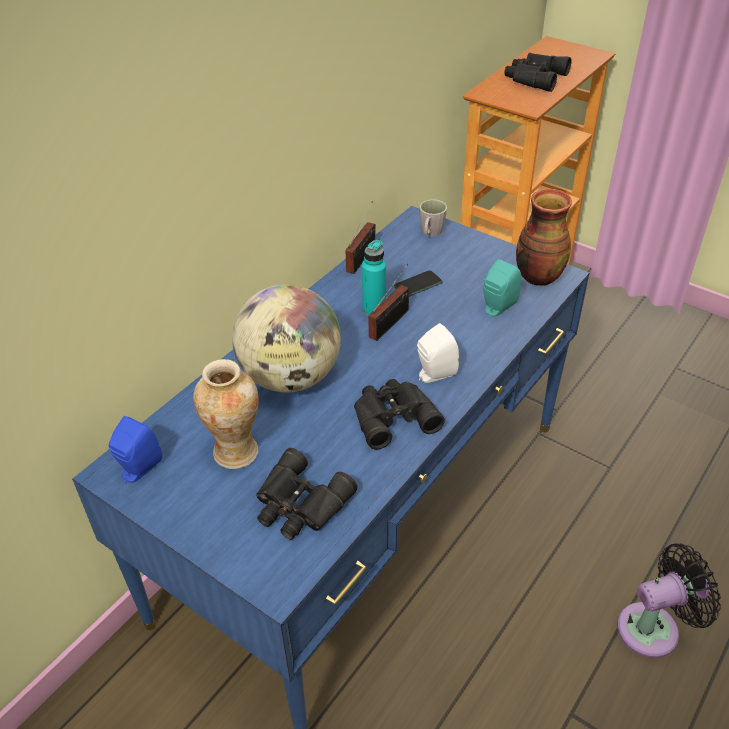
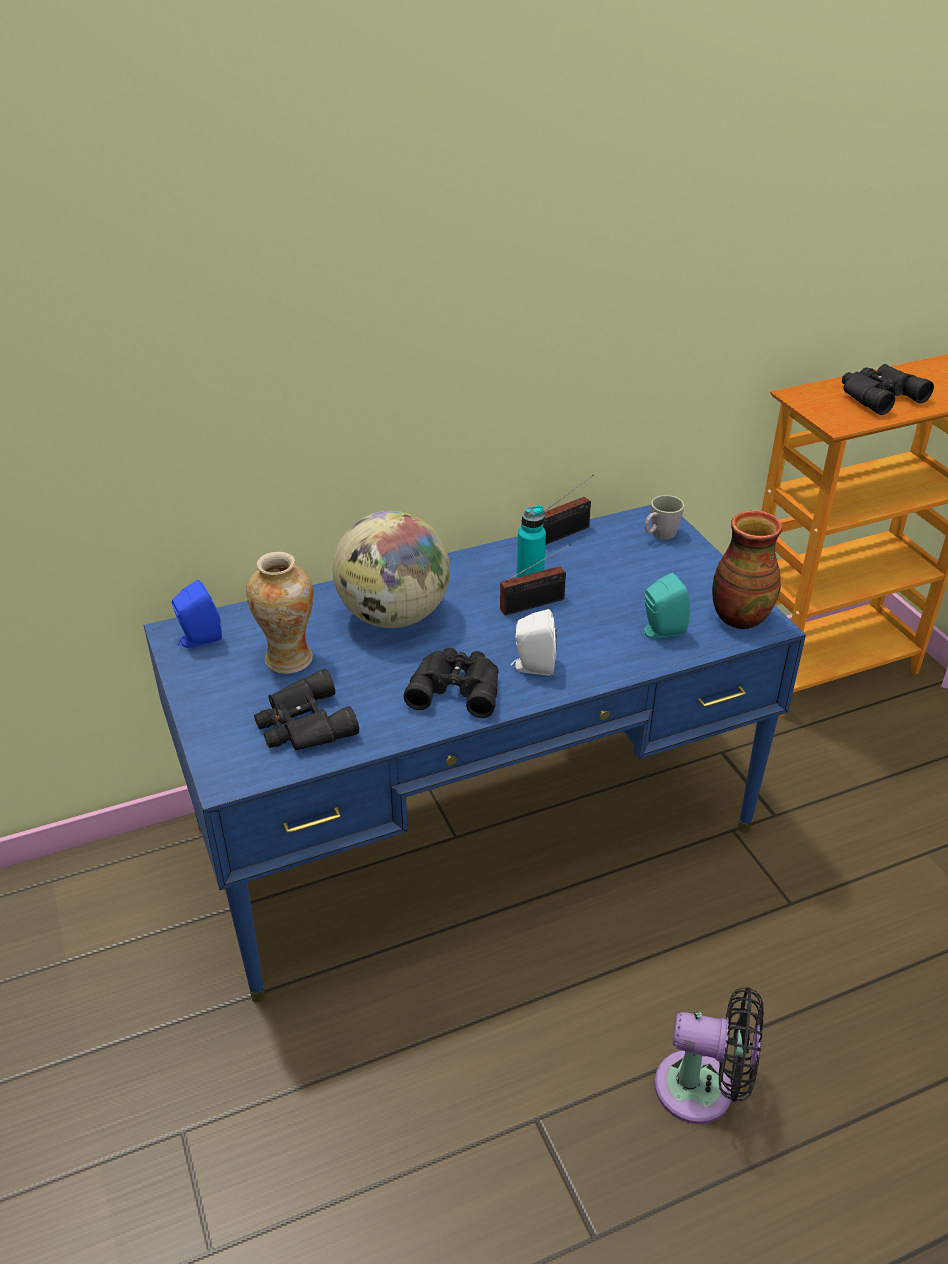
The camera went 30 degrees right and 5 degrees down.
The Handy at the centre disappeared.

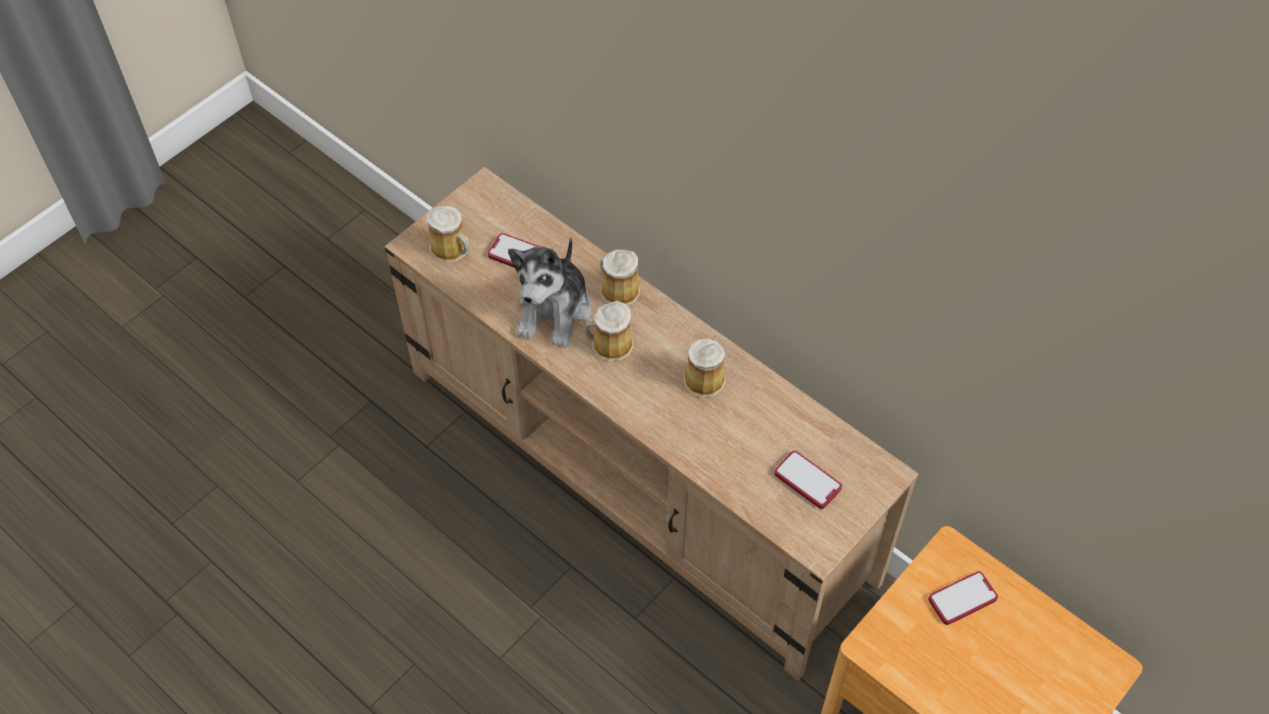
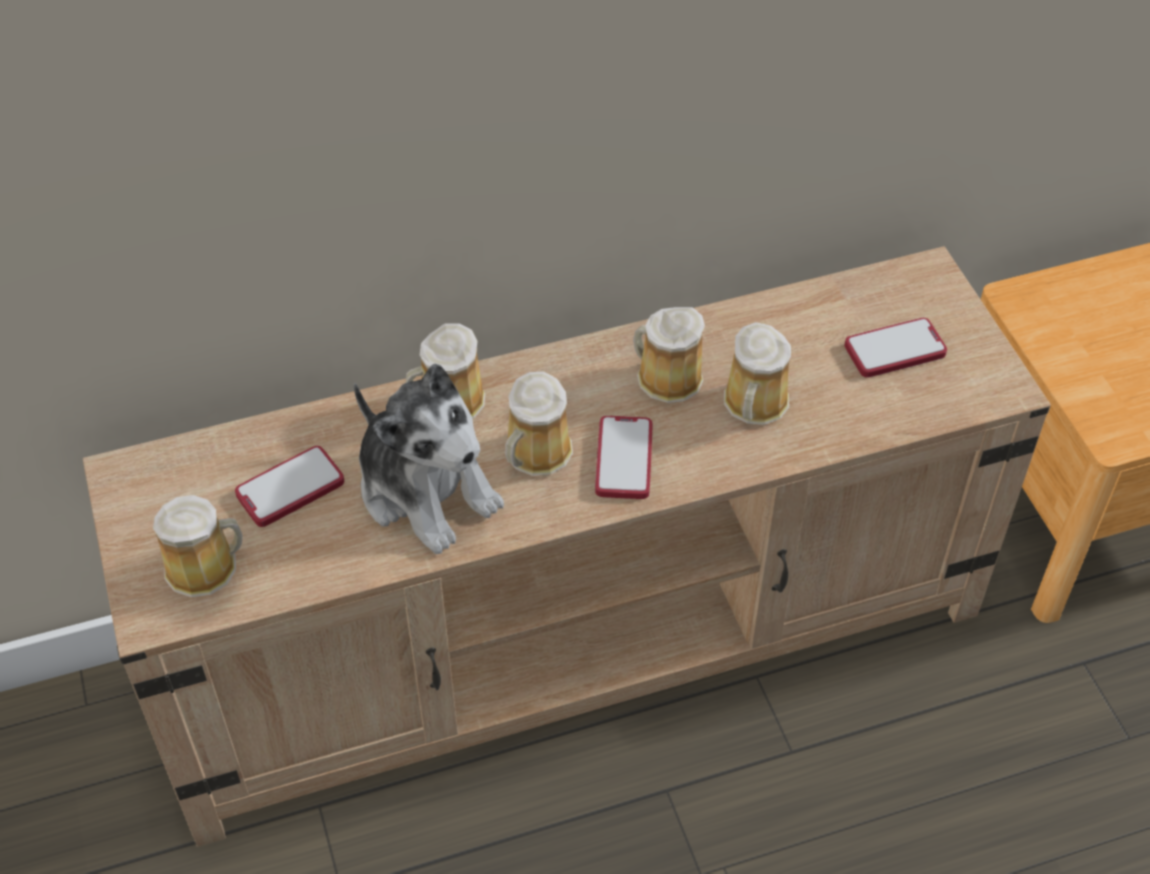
The camera went 60 degrees left and 5 degrees down.
The Handy (3rd from left in the first image) moved from the bottom right to the centre.
The Henkelbecher (5th from left) at the centre appeared.

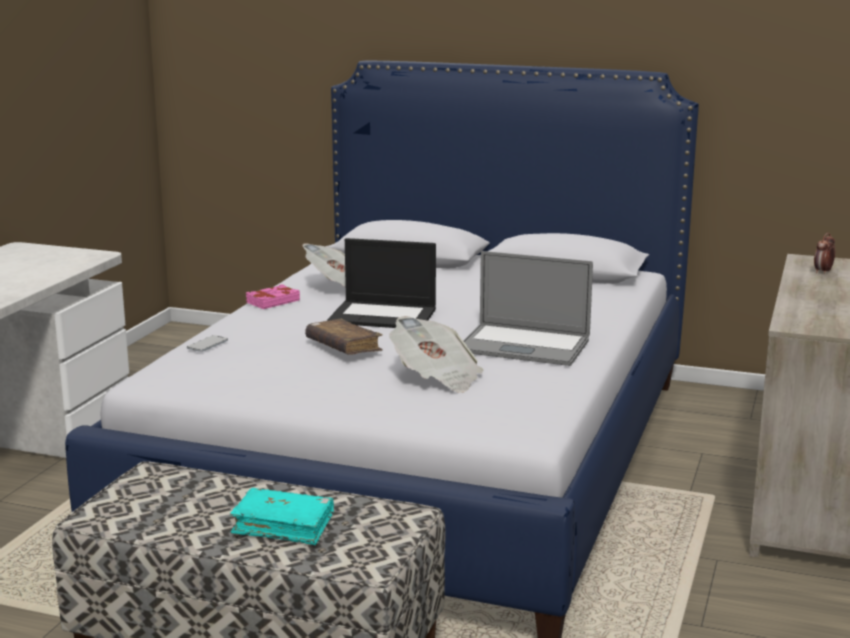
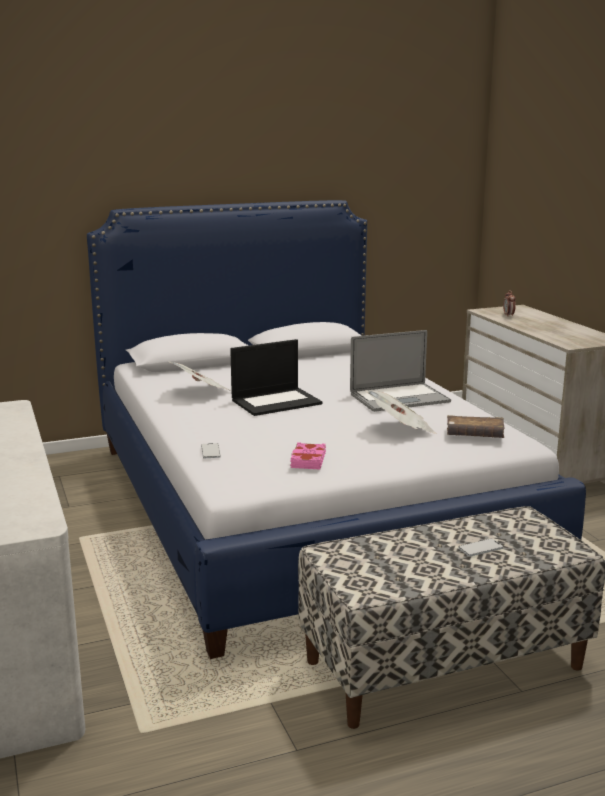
The camera went 40 degrees left and 0 degrees up.
The Buch/rosa moved from the middle left to the centre.
The Buch/braun moved from the centre to the middle right.
The Buch/türkis at the bottom left was replaced by the Handy (2nd from left) at the bottom right.

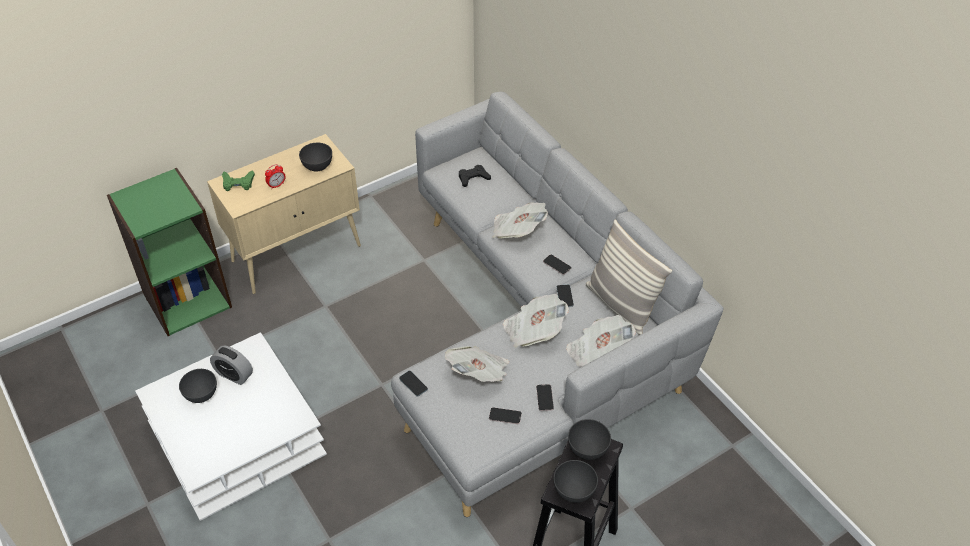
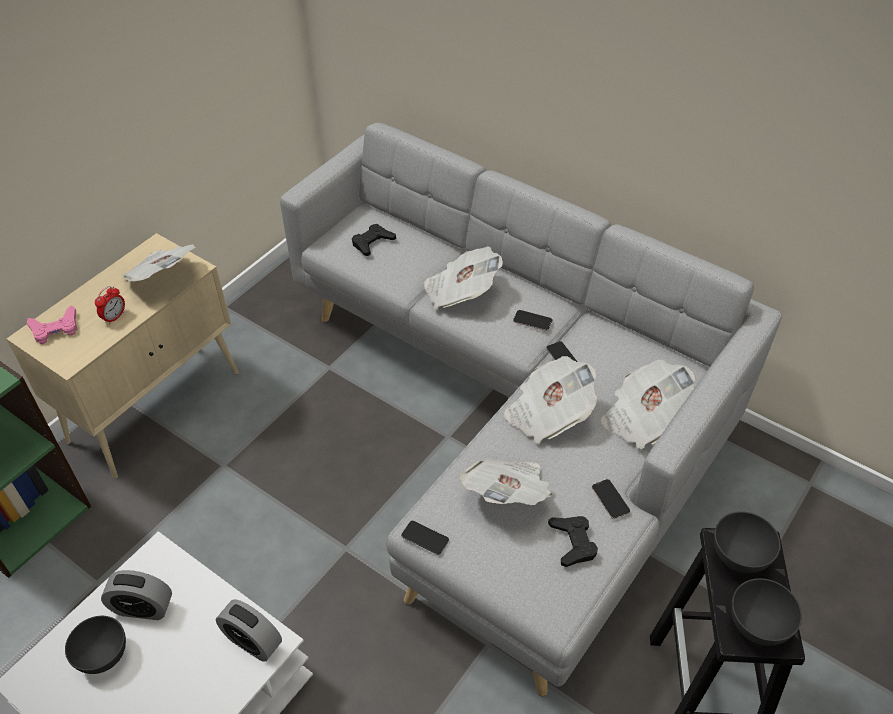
The camera went 20 degrees left and 0 degrees up.
The Gamepad/grün at the top left became the Gamepad/rosa at the middle left.
The Schüssel/grau (2nd from left) at the top left was replaced by the Zeitung (1st from left) at the middle left.
The Wecker (3rd from left) at the bottom left appeared.
The Handy (2nd from left) at the bottom centre was replaced by the Gamepad/schwarz (2nd from left) at the bottom centre.
The Kissen at the centre disappeared.

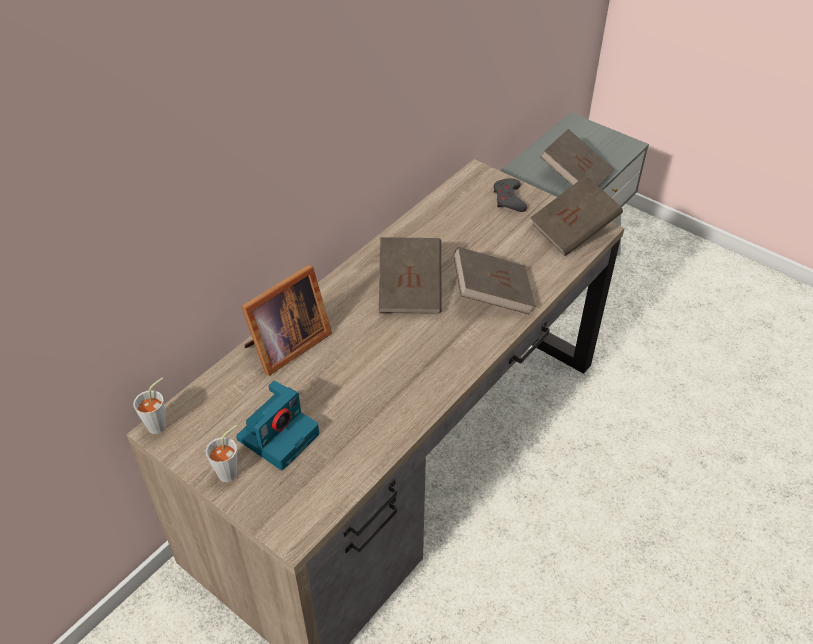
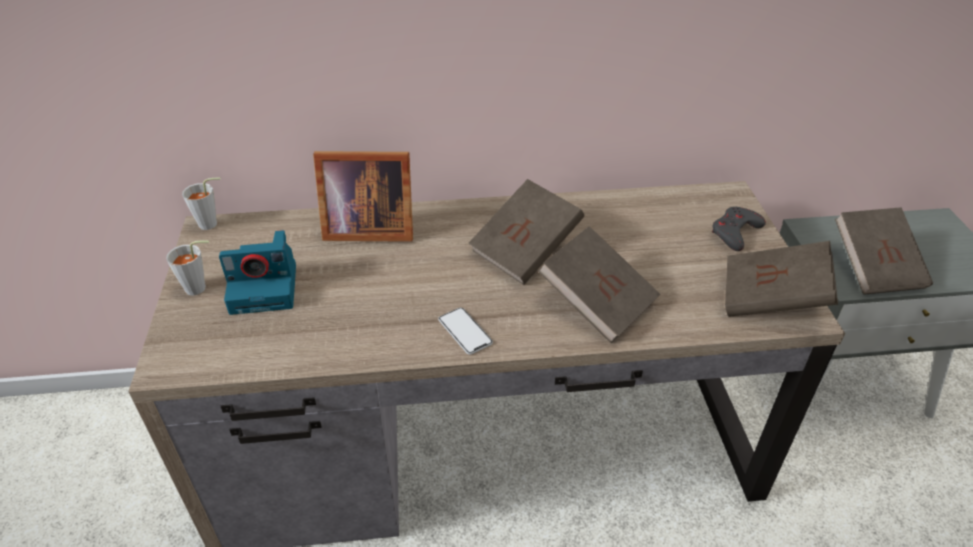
The camera went 45 degrees right and 5 degrees down.
The Handy at the centre appeared.

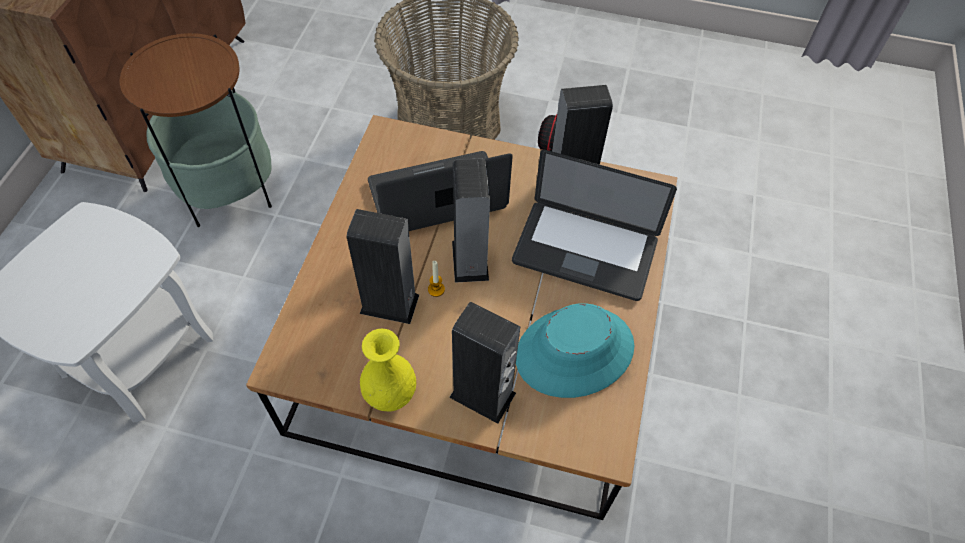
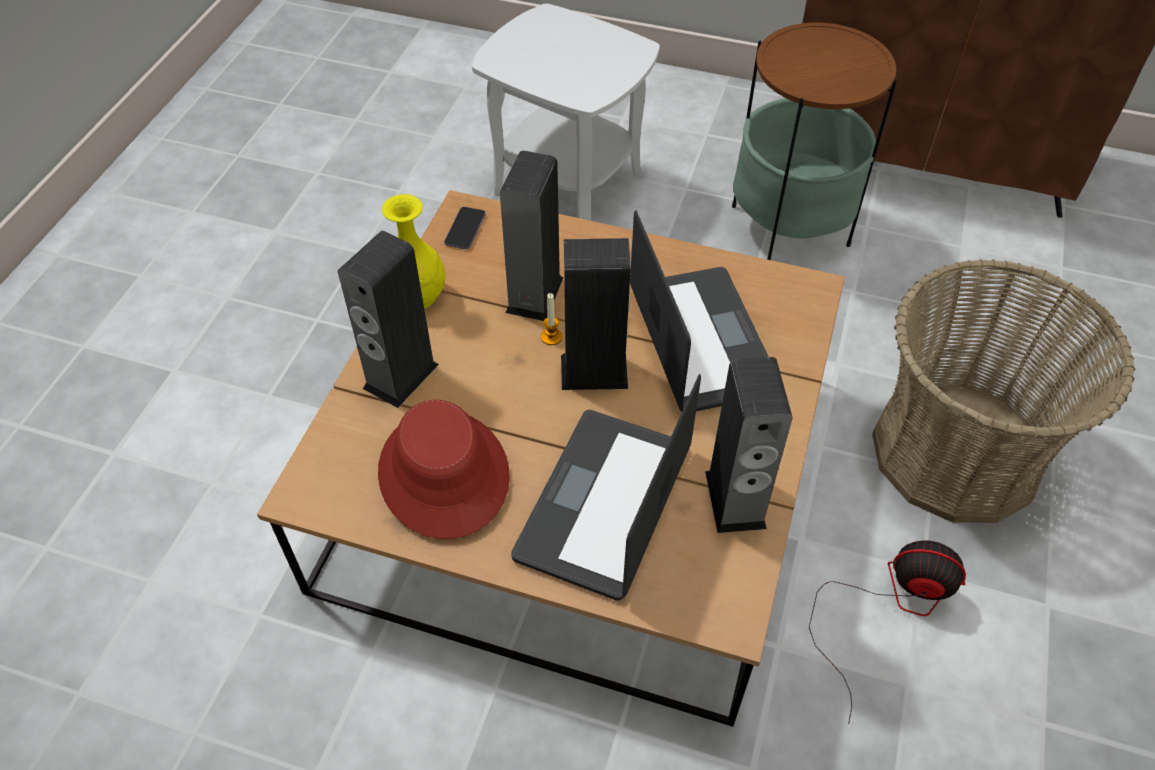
The camera went 95 degrees right and 5 degrees down.
The Hut/türkis at the centre became the Hut/rot at the centre.
The Handy at the top centre appeared.

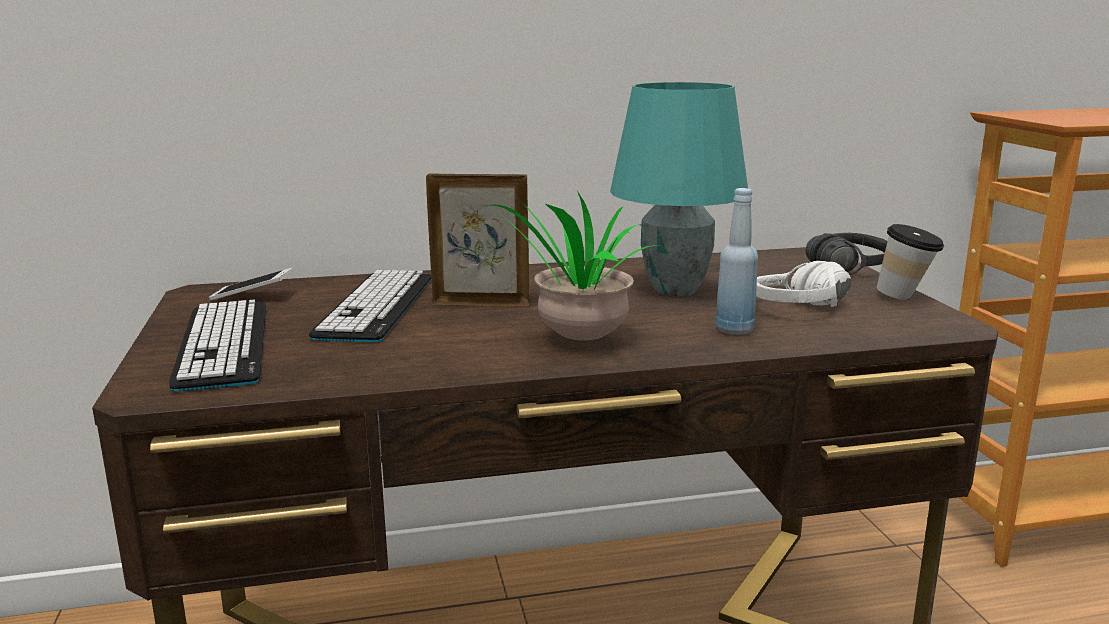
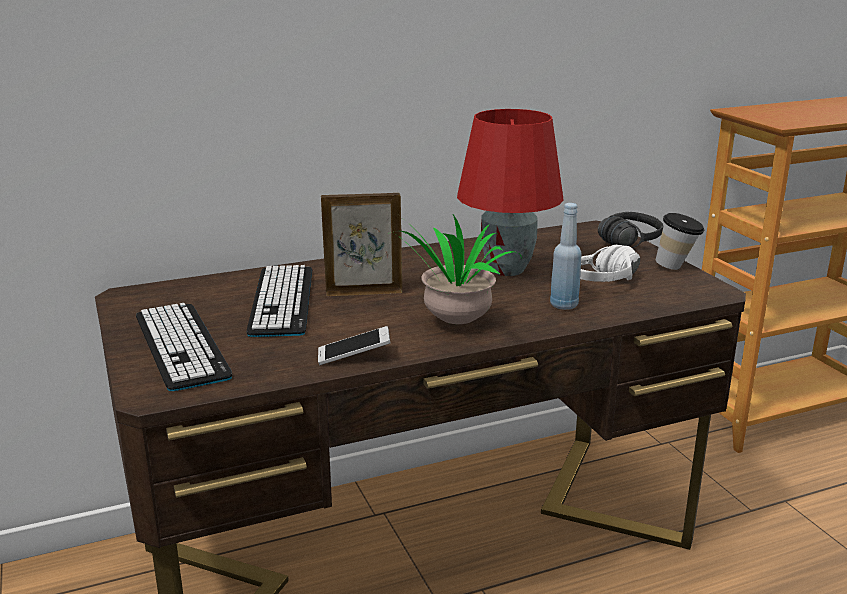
The camera went 10 degrees left and 5 degrees up.
The Handy moved from the middle left to the centre.
The Tischlampe/türkis at the top centre became the Tischlampe/rot at the top centre.

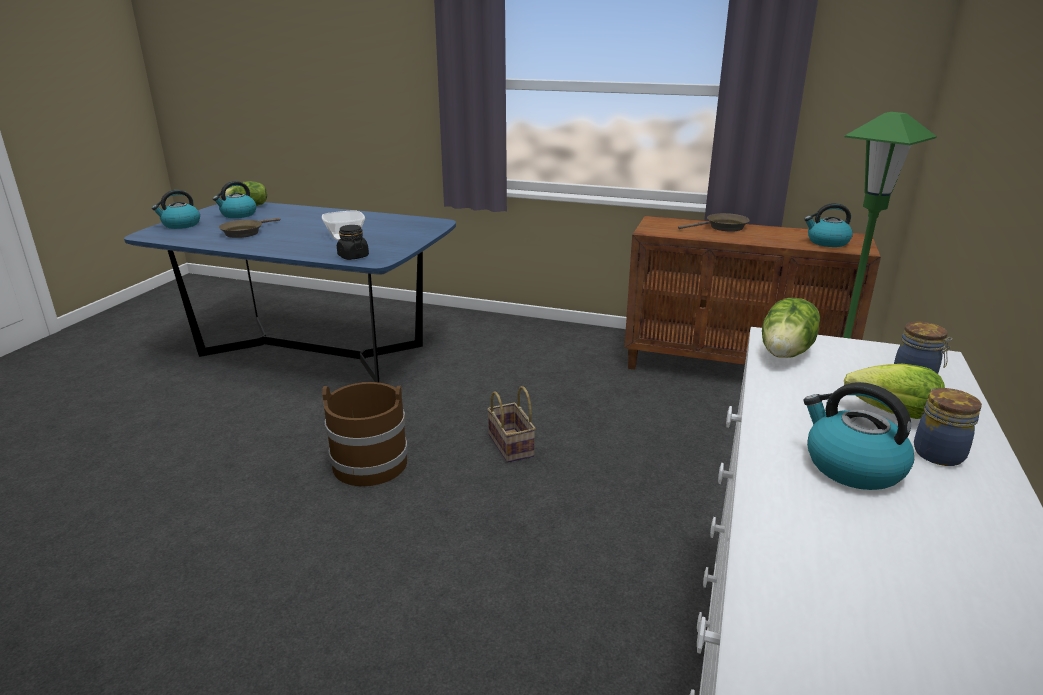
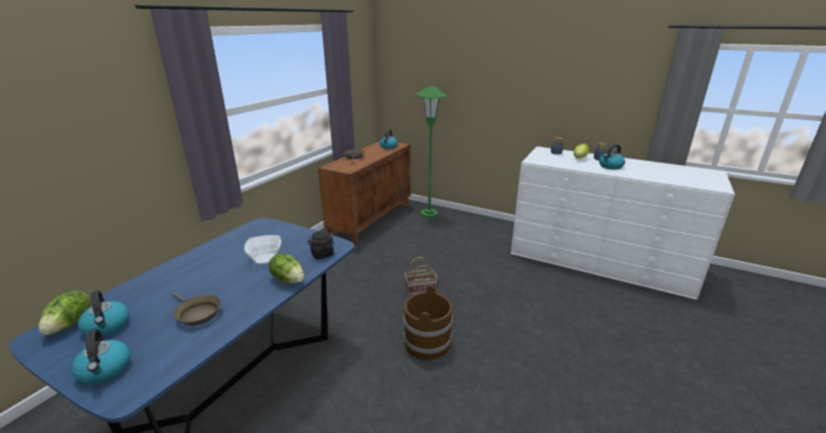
The camera went 80 degrees left and 0 degrees up.
The Salatkopf (2nd from left) moved from the middle right to the centre.

